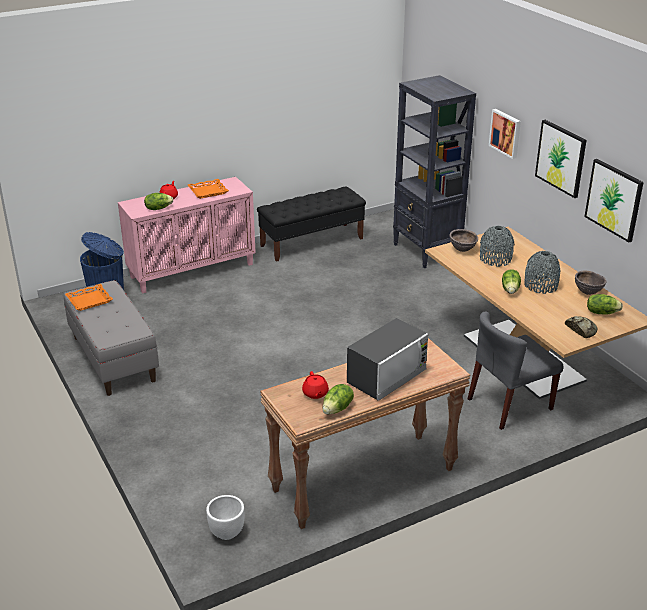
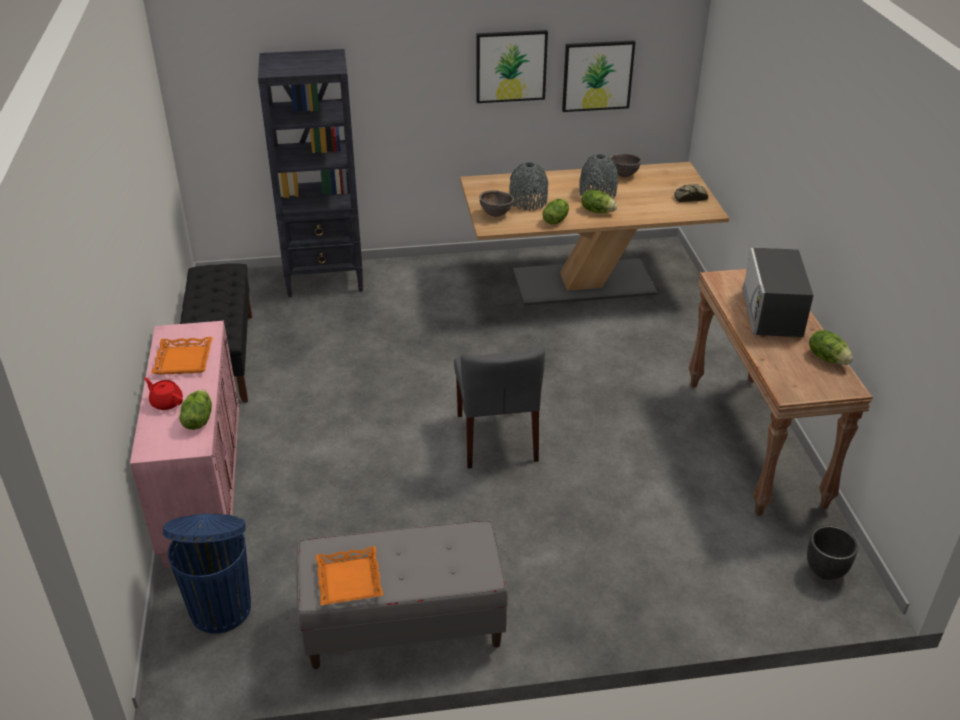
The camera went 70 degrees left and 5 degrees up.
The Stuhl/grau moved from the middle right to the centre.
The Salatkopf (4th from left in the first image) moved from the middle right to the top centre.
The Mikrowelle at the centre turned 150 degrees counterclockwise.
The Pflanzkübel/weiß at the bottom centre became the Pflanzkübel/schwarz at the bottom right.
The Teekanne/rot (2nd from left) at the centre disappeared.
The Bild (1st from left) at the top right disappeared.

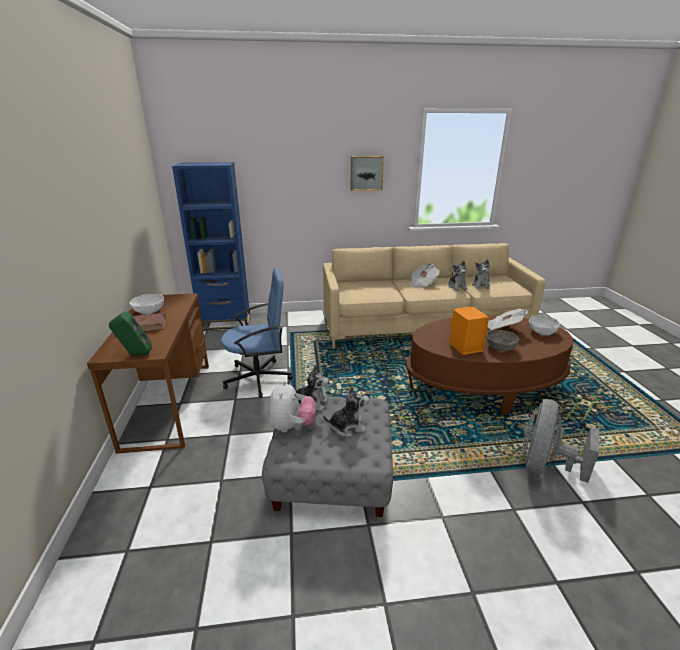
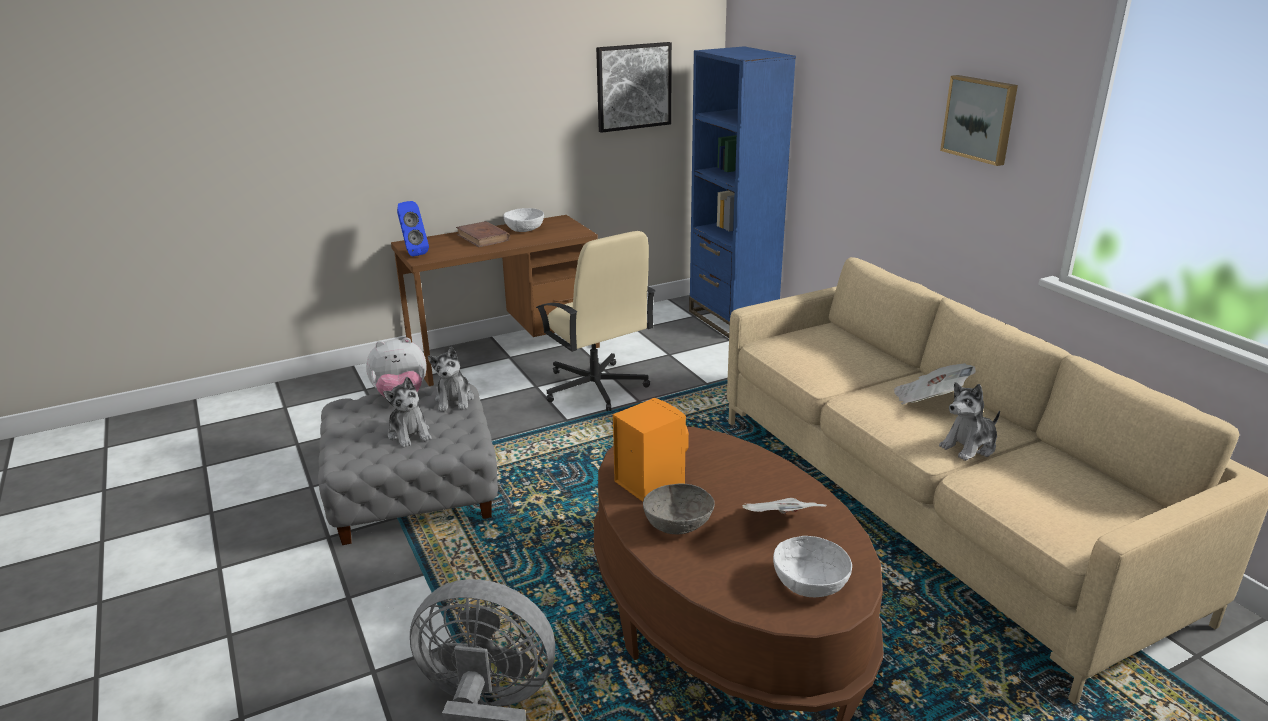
The camera went 70 degrees right and 0 degrees up.
The Lautsprecher/grün at the middle left became the Lautsprecher/blau at the top left.
The Bürostuhl/blau at the centre became the Bürostuhl/beige at the centre.
The Bild (1st from left) at the top centre appeared.
The Plüschtier (5th from left) at the middle right disappeared.

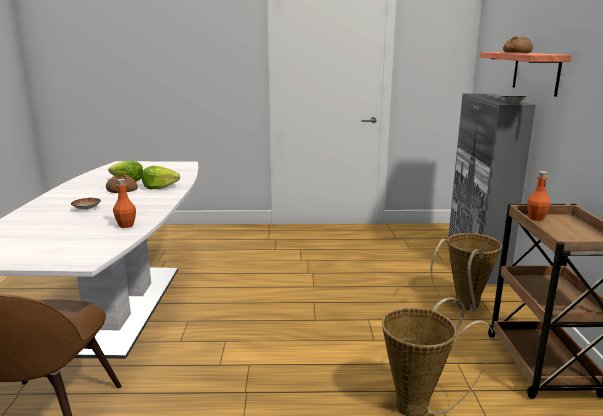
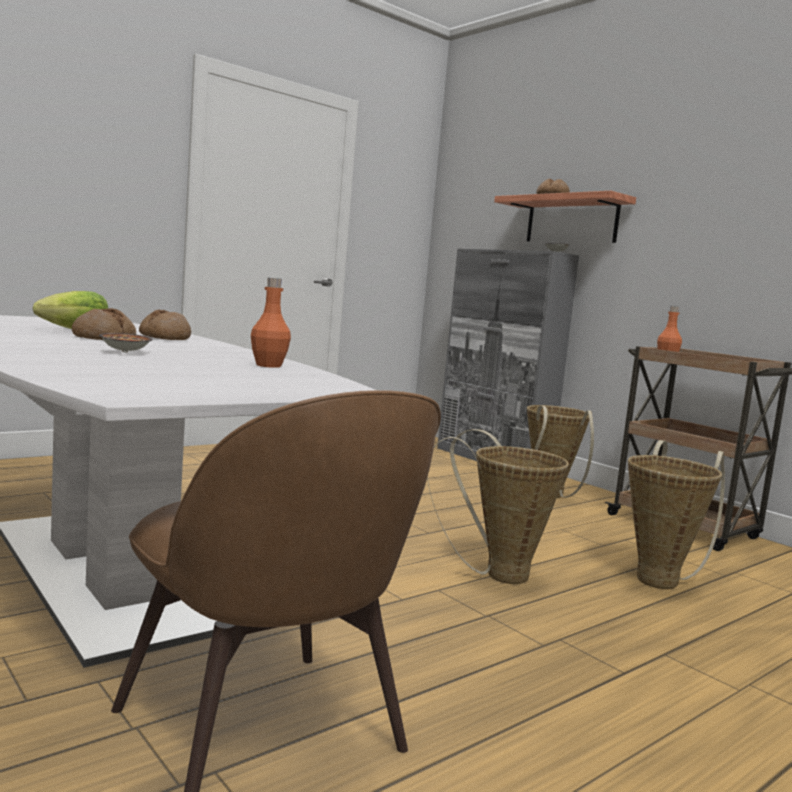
The camera went 40 degrees left and 10 degrees down.
The Salatkopf (2nd from left) at the middle left was replaced by the Brot (2nd from left) at the middle left.
The Korb (1st from left) at the centre appeared.

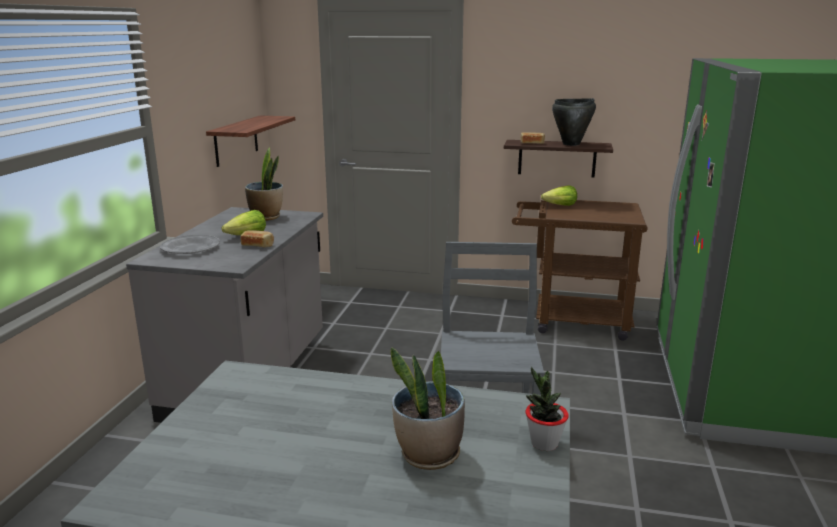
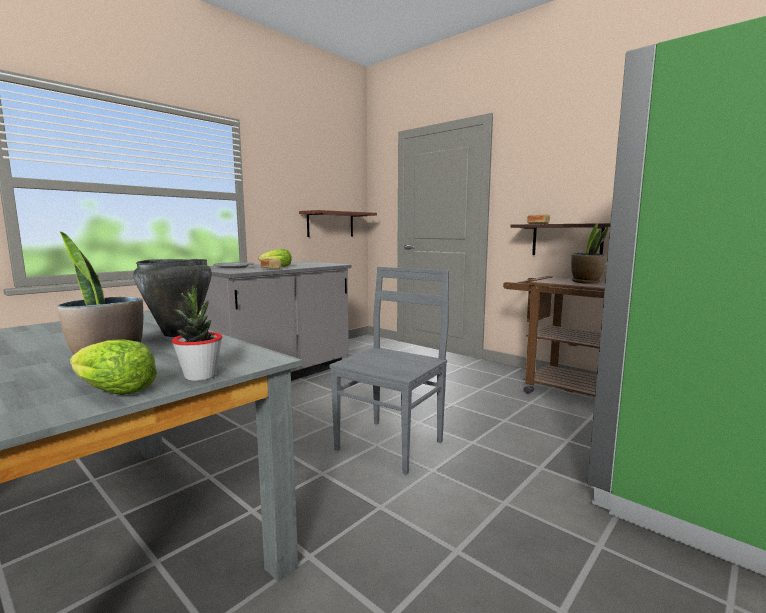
The camera went 30 degrees right and 10 degrees down.
The Salatkopf (2nd from left in the first image) moved from the middle right to the middle left.
The Kochtopf/schwarz moved from the top right to the middle left.
The Topfpflanze (1st from left in the first image) moved from the middle left to the middle right.

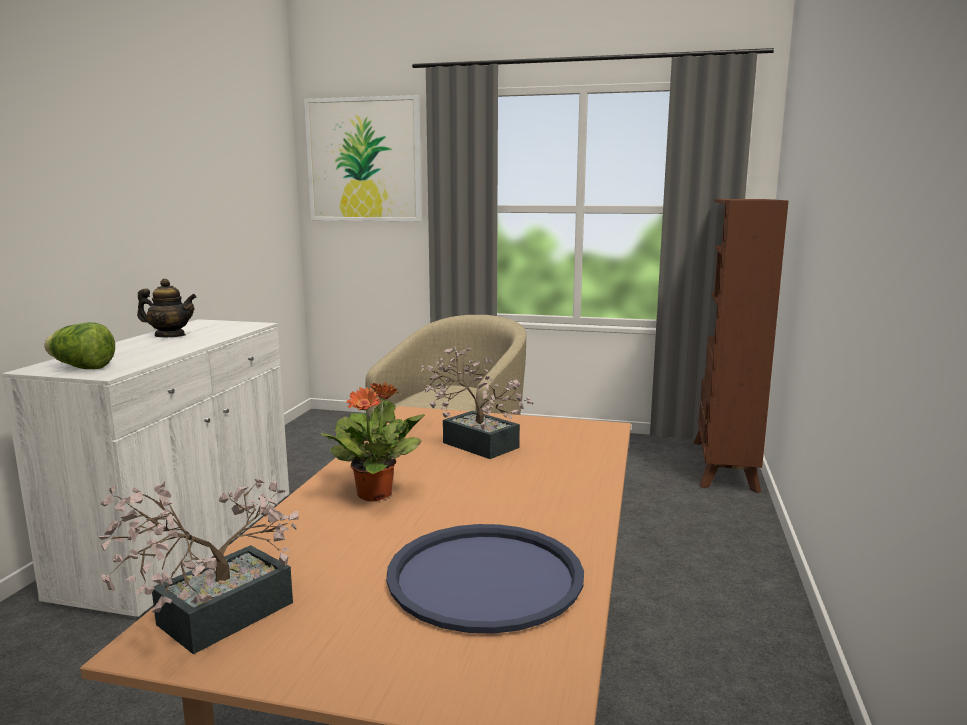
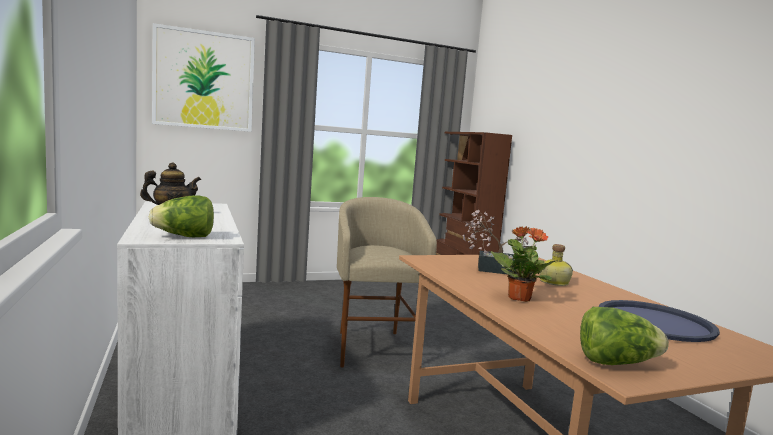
The camera went 35 degrees left and 5 degrees down.
The Flasche at the middle right appeared.
The Topfpflanze (1st from left) at the bottom left was replaced by the Salatkopf (2nd from left) at the bottom right.

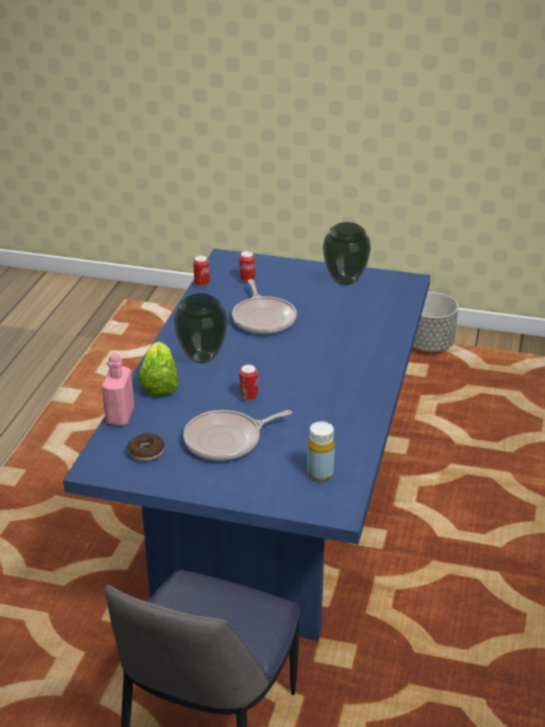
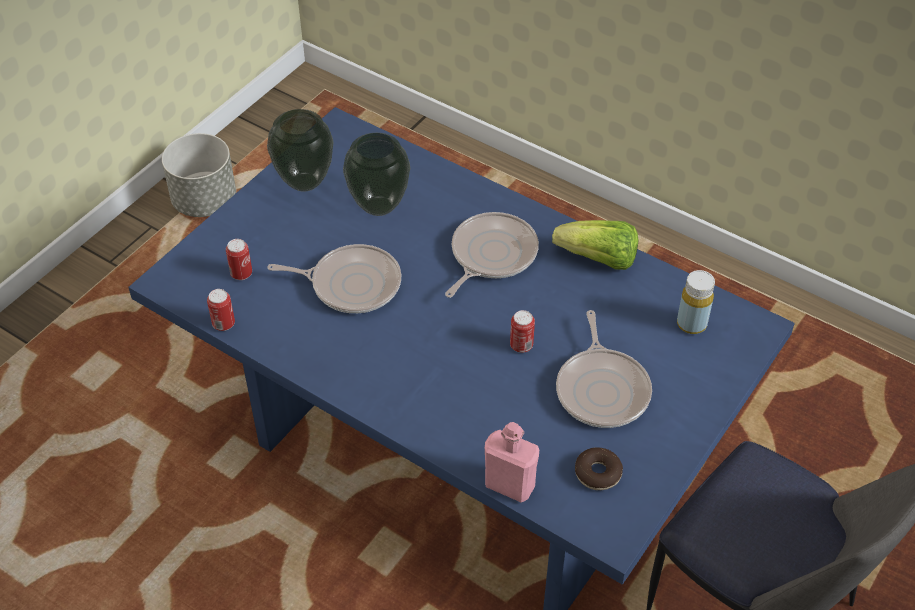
The camera went 70 degrees left and 15 degrees up.
The Vase (1st from left in the first image) moved from the centre to the top centre.
The Pfanne (2nd from left) at the centre appeared.
The Salatkopf moved from the middle left to the centre.

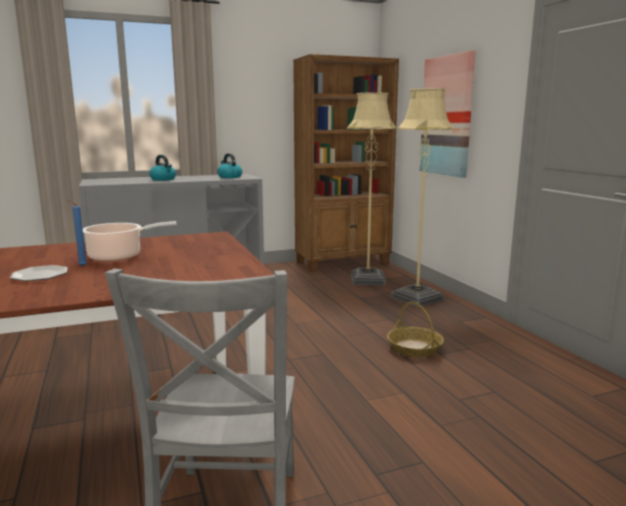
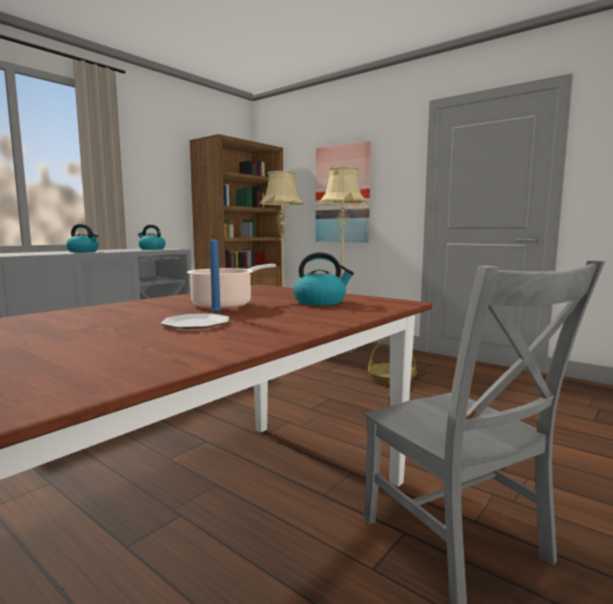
The camera went 30 degrees left and 5 degrees down.
The Wasserkessel (3rd from left) at the centre appeared.

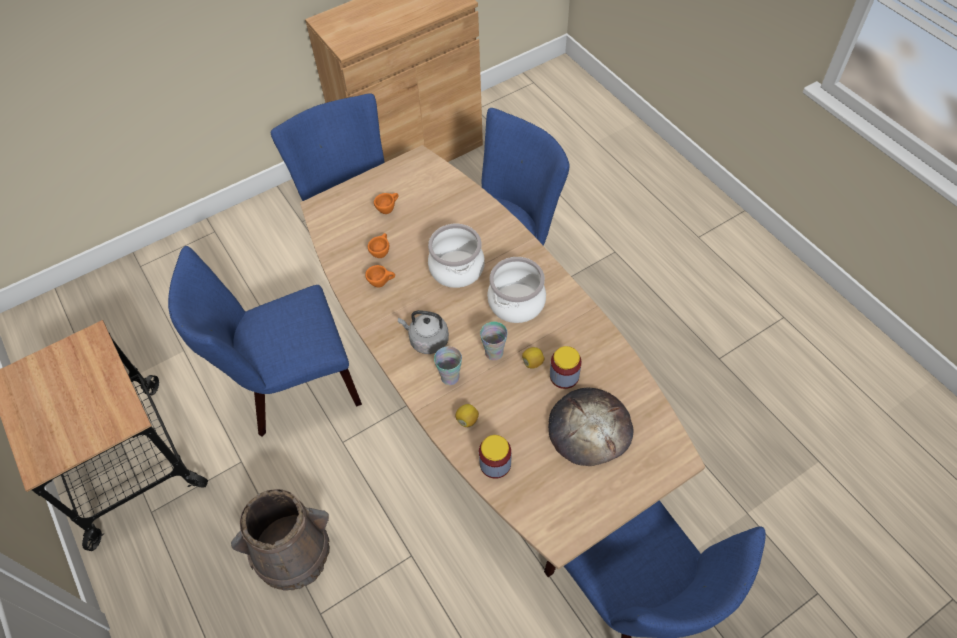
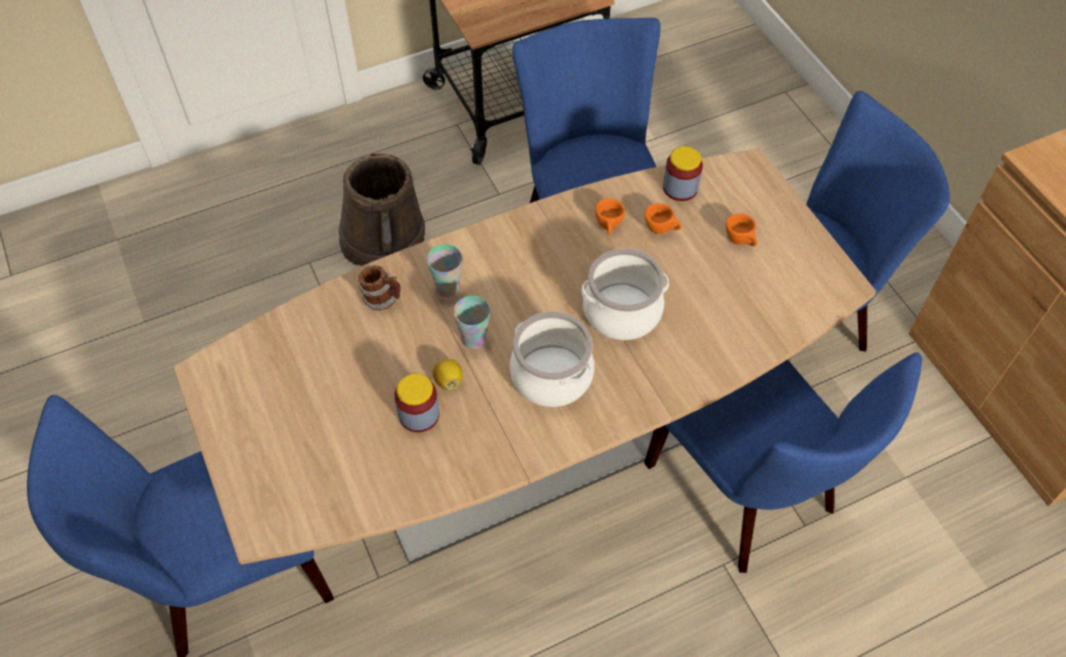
The camera went 95 degrees right and 0 degrees up.
The Zitrone (1st from left) at the centre was replaced by the Henkelbecher at the centre.
The Vorratsglas (1st from left in the first image) moved from the bottom centre to the top centre.
The Wasserkessel/grau at the centre disappeared.
The Brot at the bottom centre disappeared.

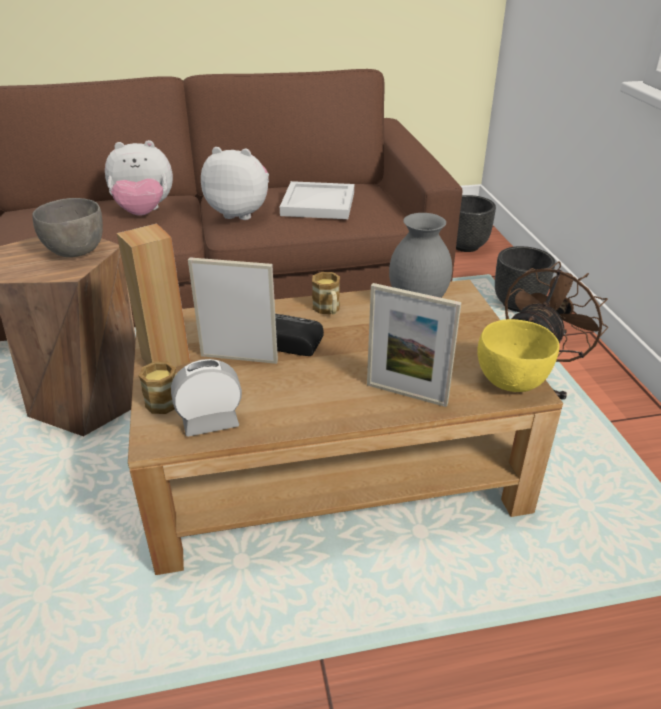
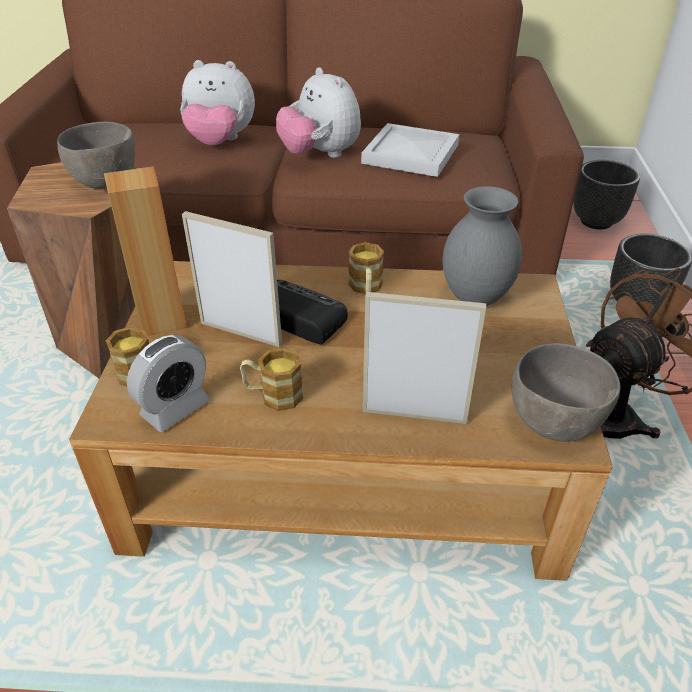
The camera went 15 degrees right and 5 degrees up.
The Wecker at the middle left turned 135 degrees clockwise.
The Henkelbecher (2nd from left) at the centre appeared.
The Plüschtier (2nd from left) at the top centre turned 150 degrees counterclockwise.
The Bilderrahmen (2nd from left) at the centre turned 150 degrees clockwise.
The Schüssel/gelb at the middle right became the Schüssel/grau (2nd from left) at the middle right.

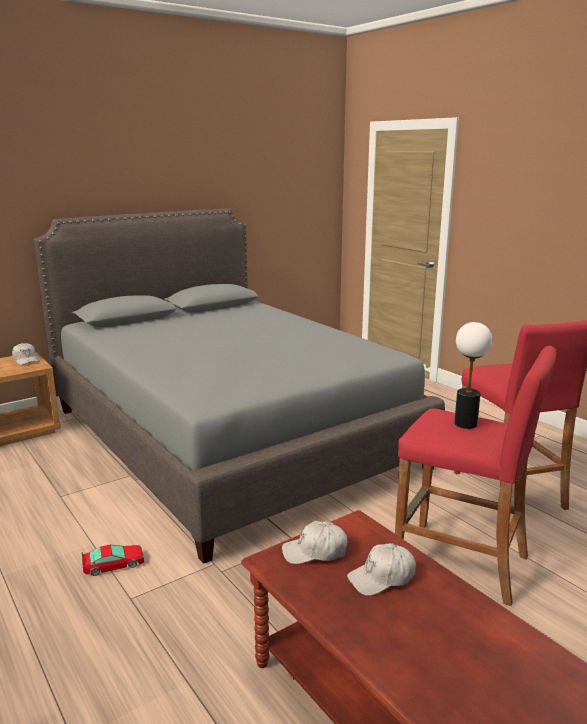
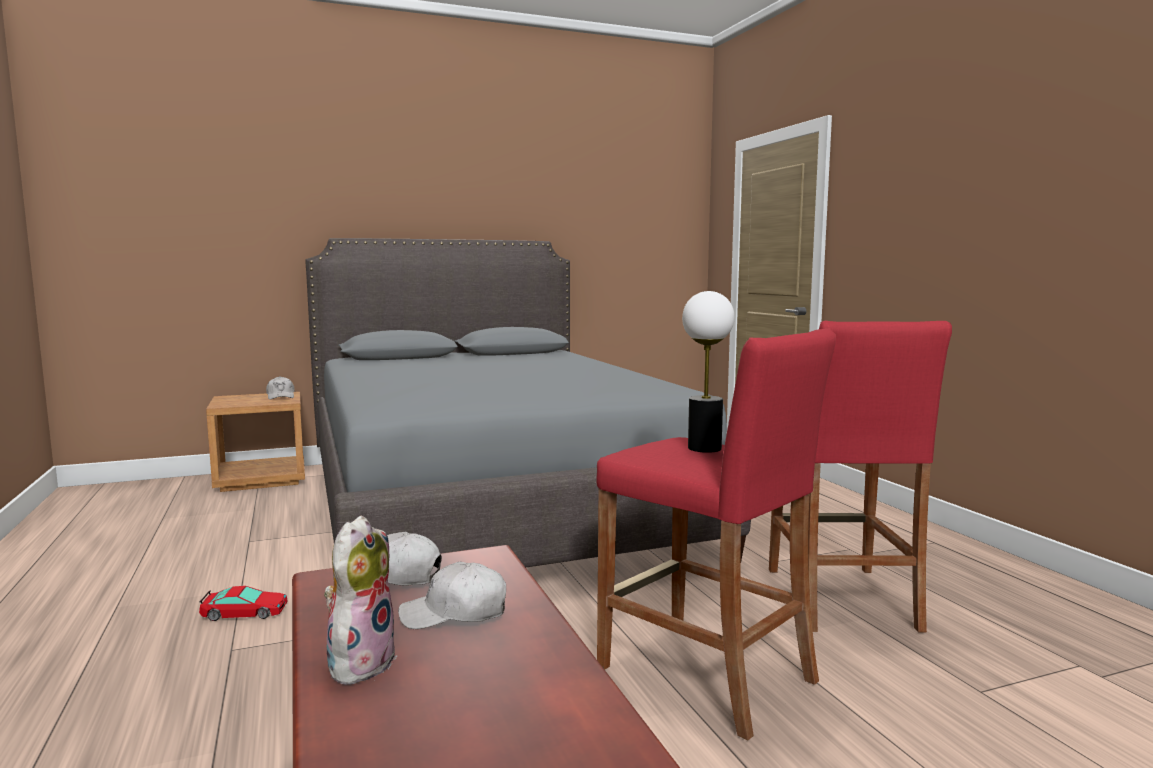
The camera went 15 degrees right and 10 degrees down.
The Plüschtier at the bottom left appeared.

